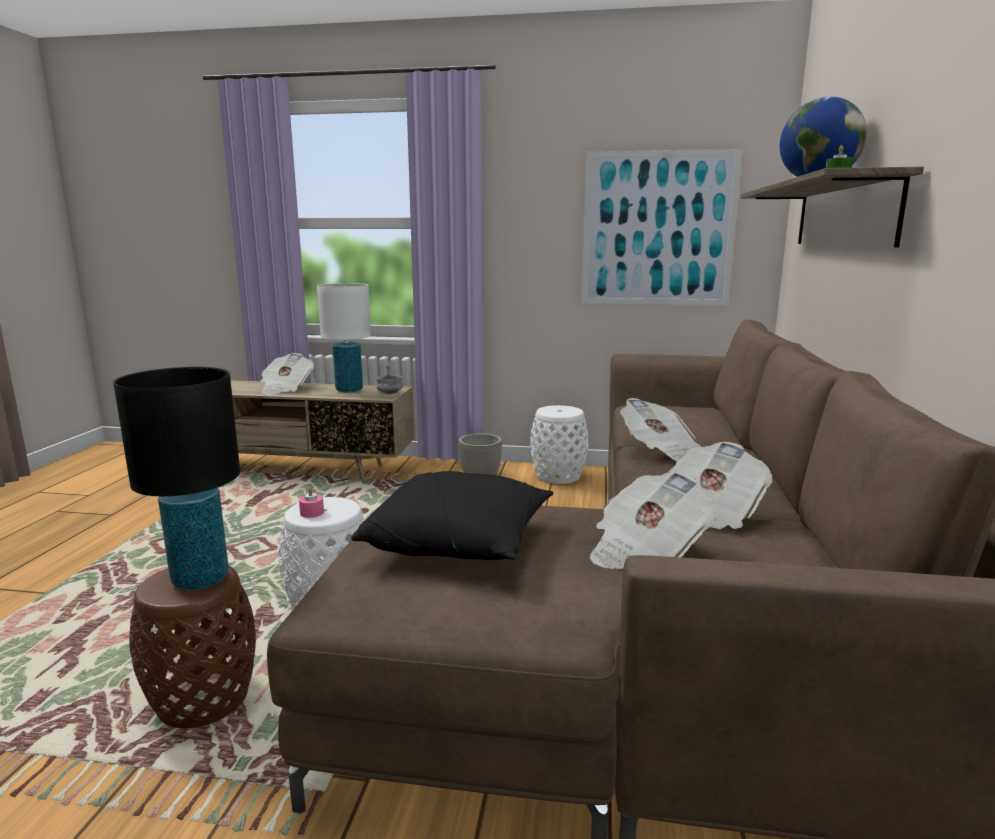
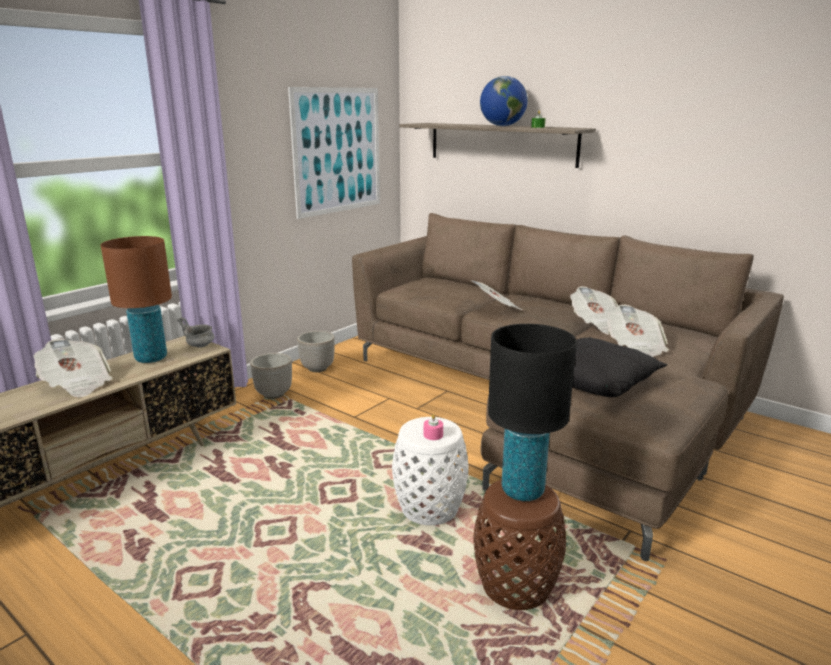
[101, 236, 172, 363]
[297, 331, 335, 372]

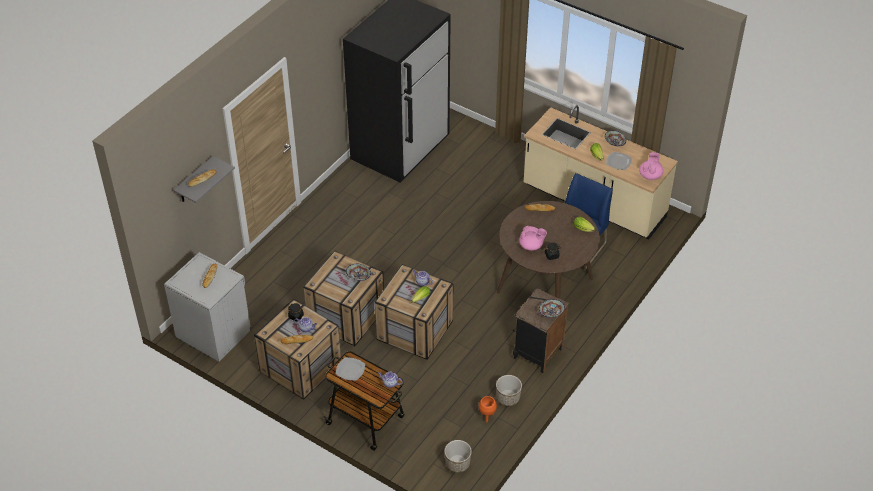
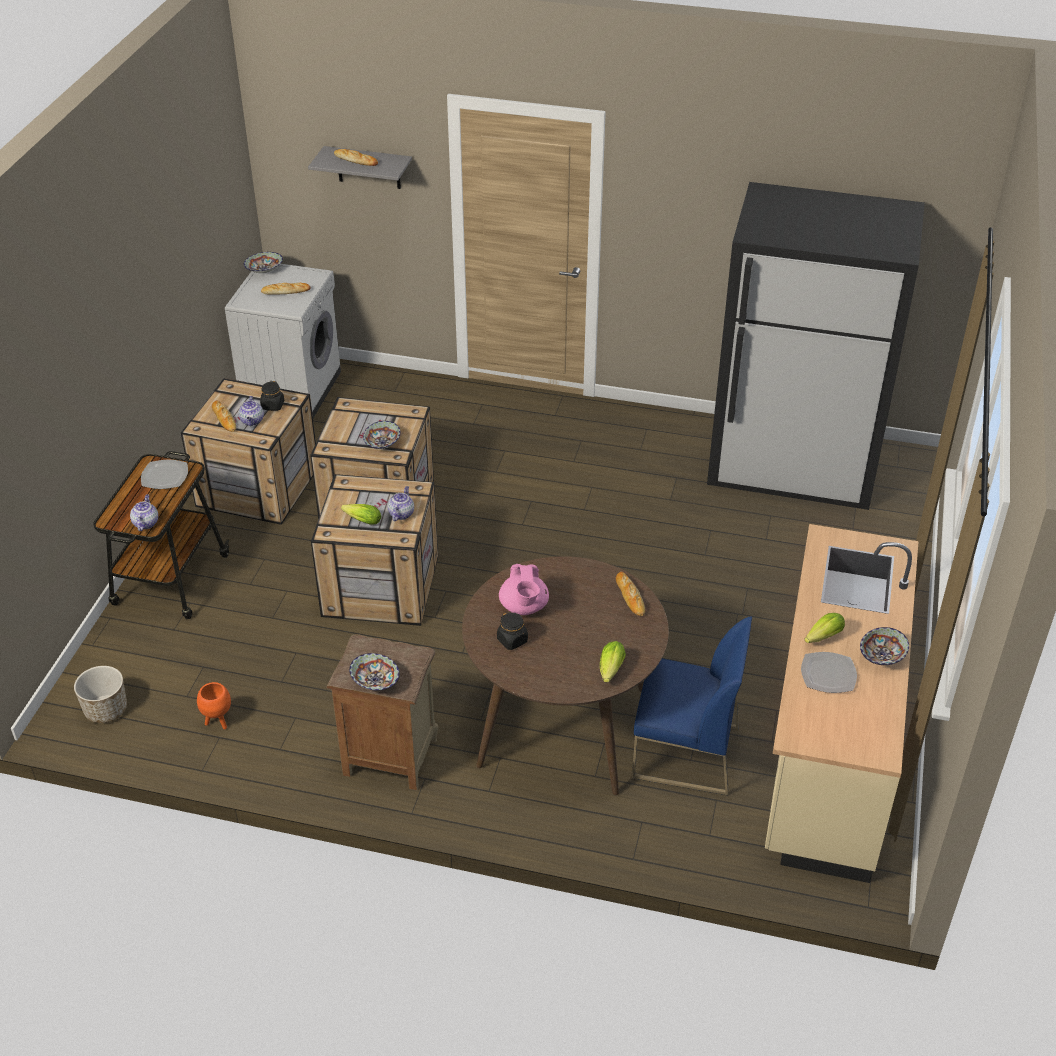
[244, 252, 283, 273]
[326, 634, 438, 790]
[496, 375, 522, 406] (first image)
[639, 152, 663, 180] (first image)

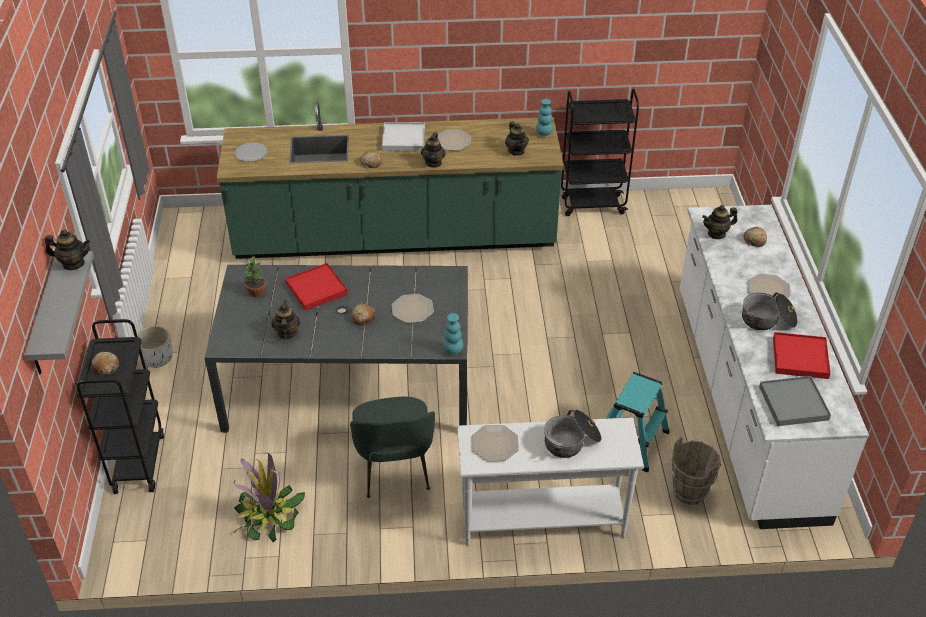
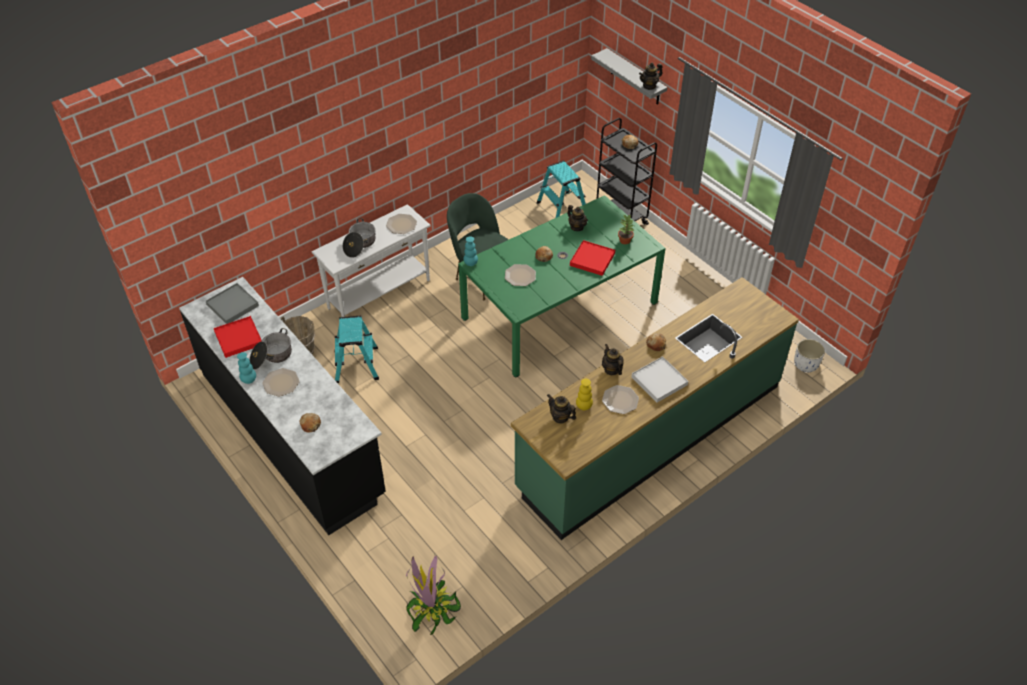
[179, 277, 386, 535]
[237, 352, 256, 384]
[406, 555, 461, 635]
[458, 195, 665, 378]
[537, 160, 586, 218]
[576, 379, 593, 410]
[794, 339, 825, 372]
[235, 142, 268, 162] (first image)
[561, 89, 639, 216] (first image)
[702, 205, 738, 239] (first image)

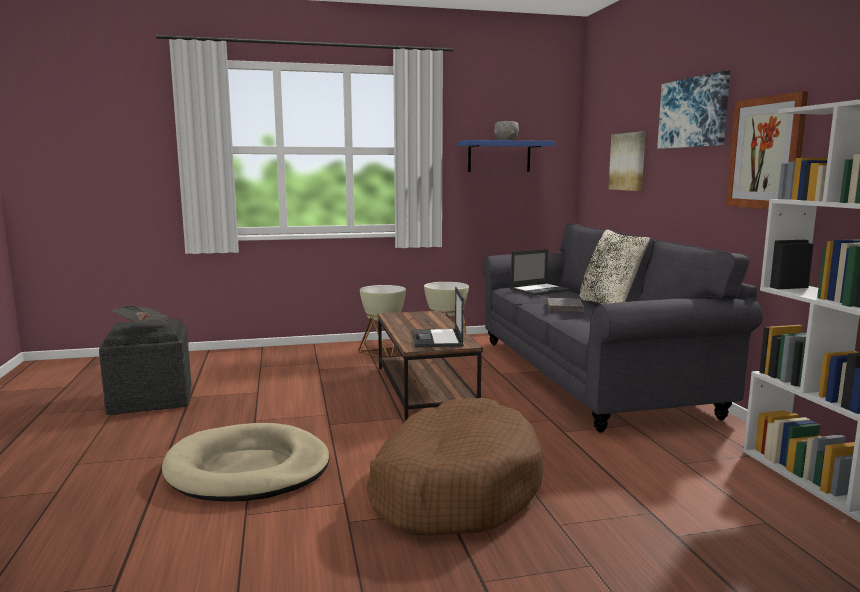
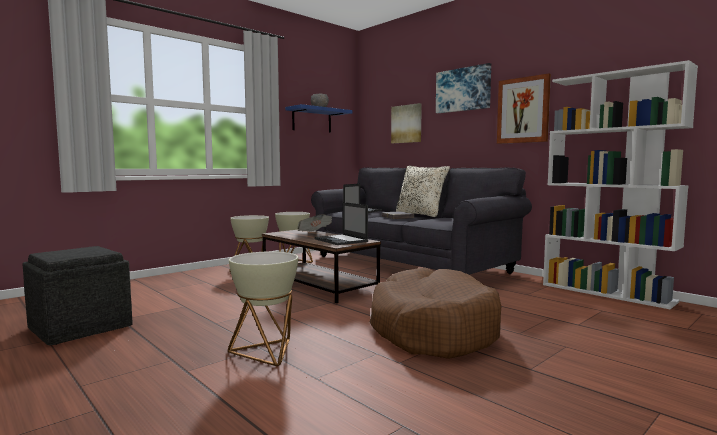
[228, 251, 298, 366]
[297, 214, 332, 232]

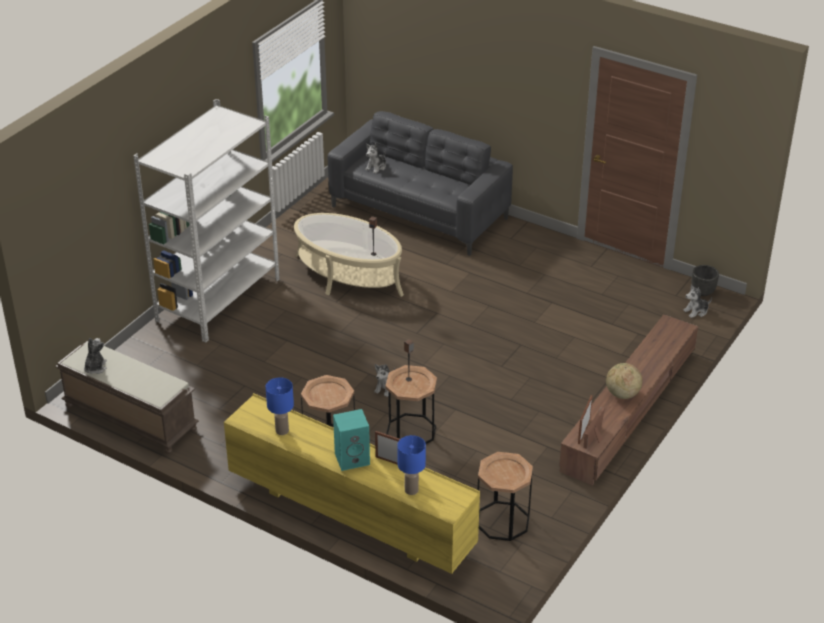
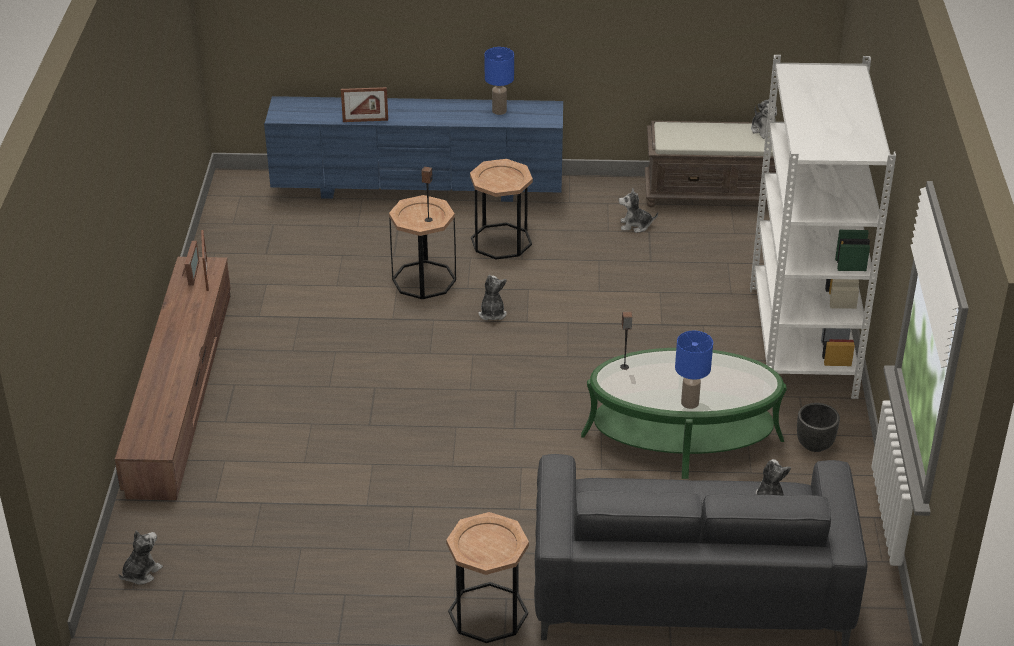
[264, 96, 563, 202]
[446, 512, 529, 643]
[581, 348, 787, 479]
[618, 188, 658, 233]
[675, 331, 713, 409]
[797, 403, 840, 452]
[333, 409, 370, 471] (first image)
[606, 363, 642, 399] (first image)

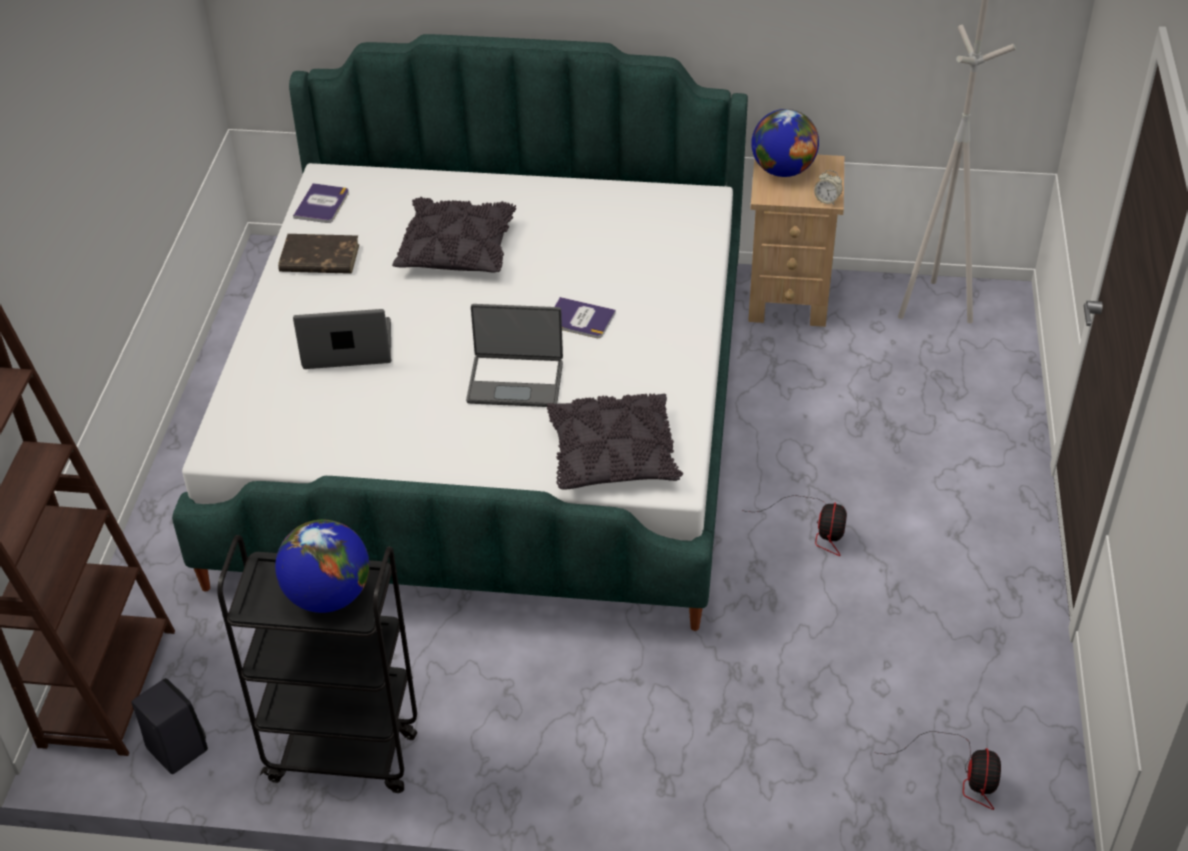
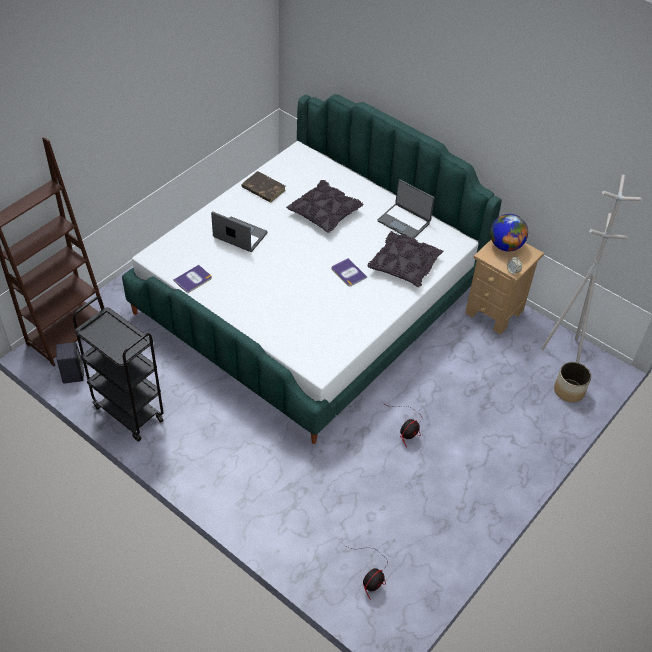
[173, 265, 212, 293]
[367, 231, 443, 287]
[377, 179, 435, 238]
[554, 362, 591, 402]
[275, 520, 369, 613] (first image)

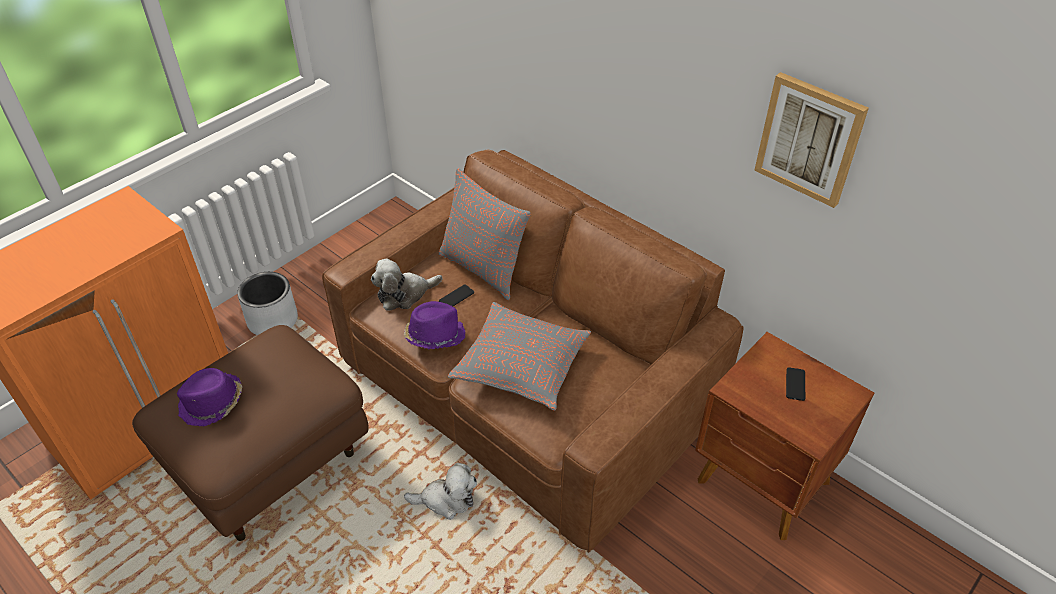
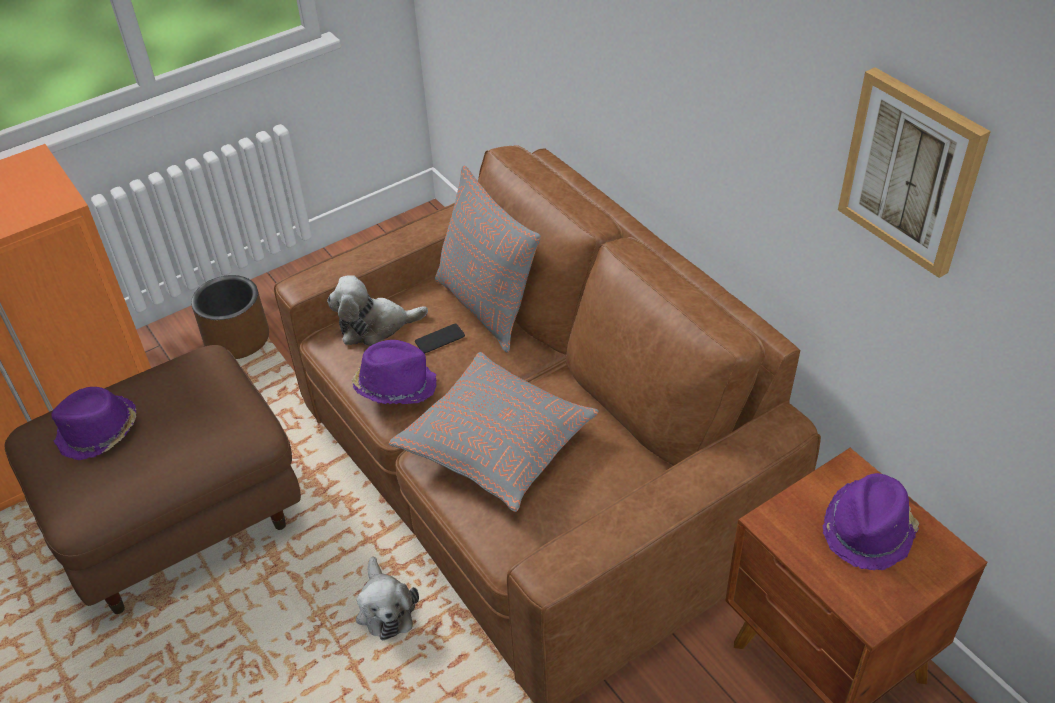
[191, 275, 269, 359]
[356, 557, 419, 640]
[823, 473, 919, 570]

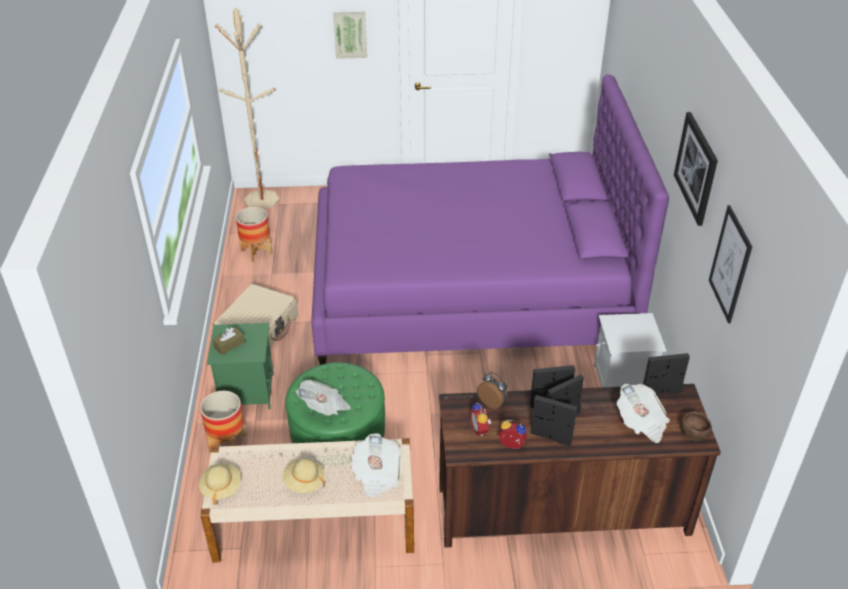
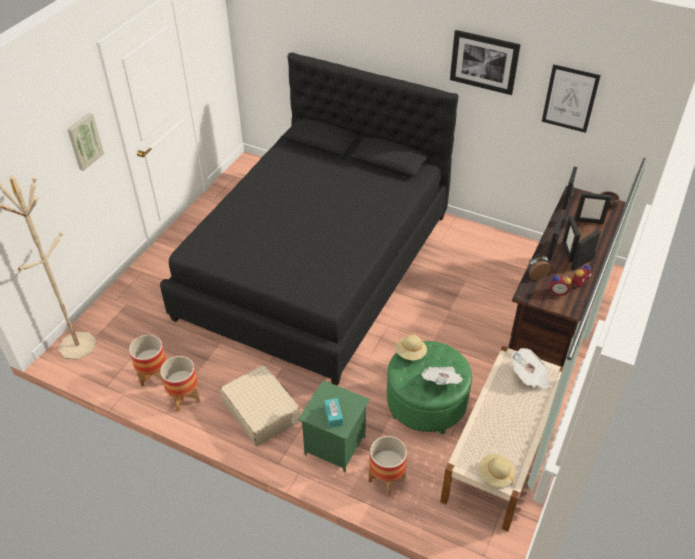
[160, 52, 458, 386]
[160, 356, 201, 412]
[324, 398, 343, 428]
[395, 335, 427, 360]
[575, 192, 611, 224]
[594, 313, 666, 387] (first image)

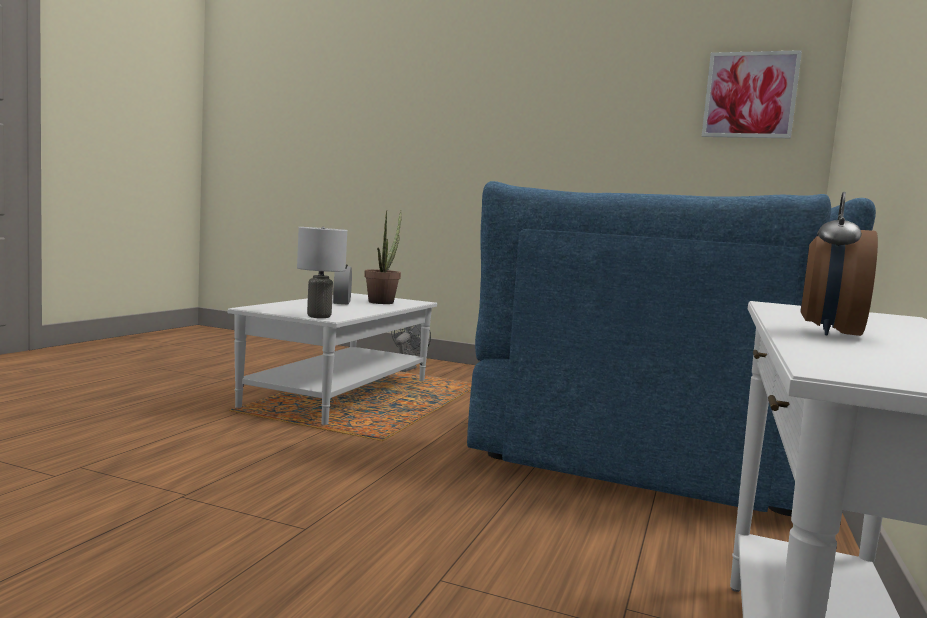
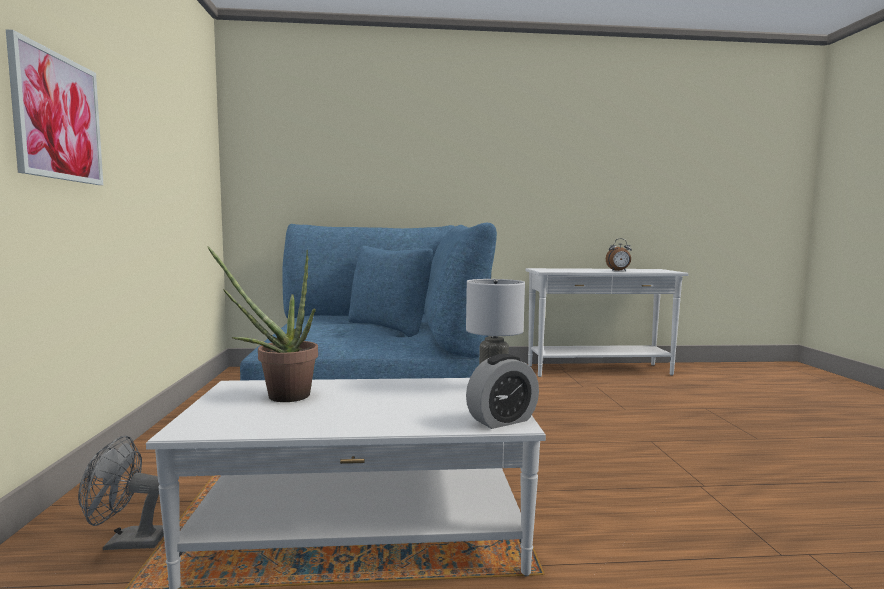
[6, 29, 103, 185]
[466, 354, 539, 429]

